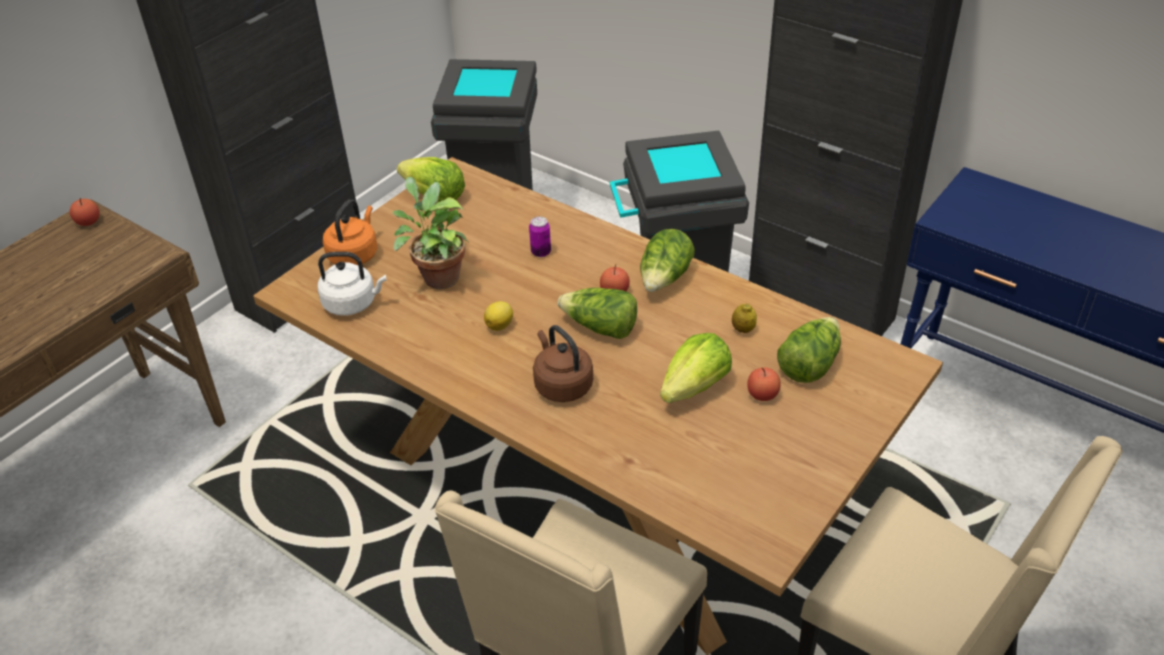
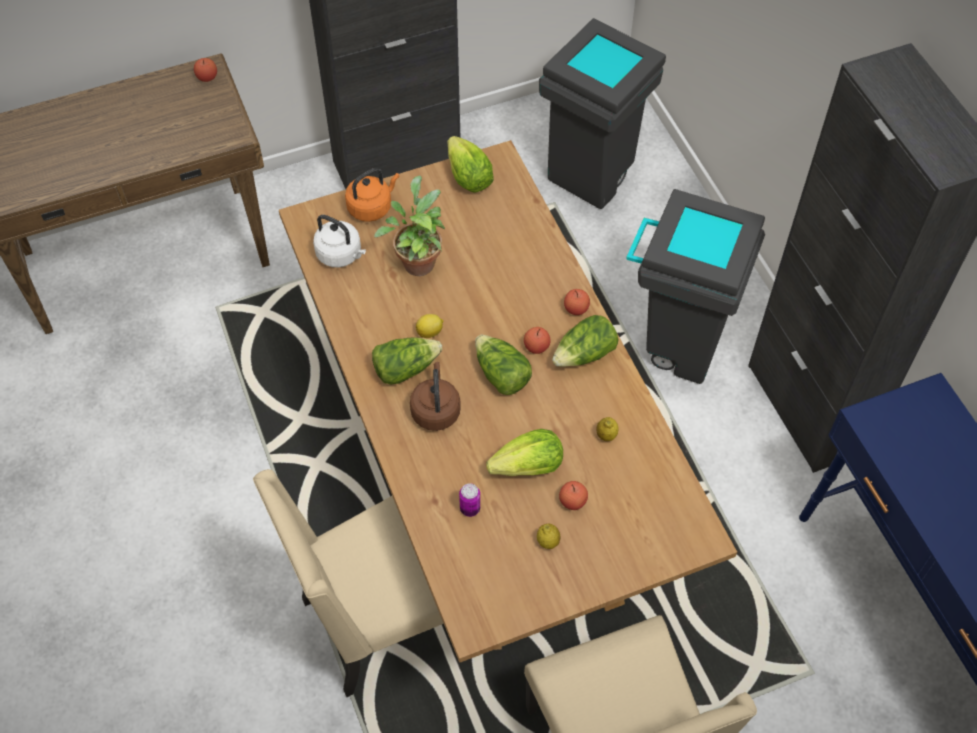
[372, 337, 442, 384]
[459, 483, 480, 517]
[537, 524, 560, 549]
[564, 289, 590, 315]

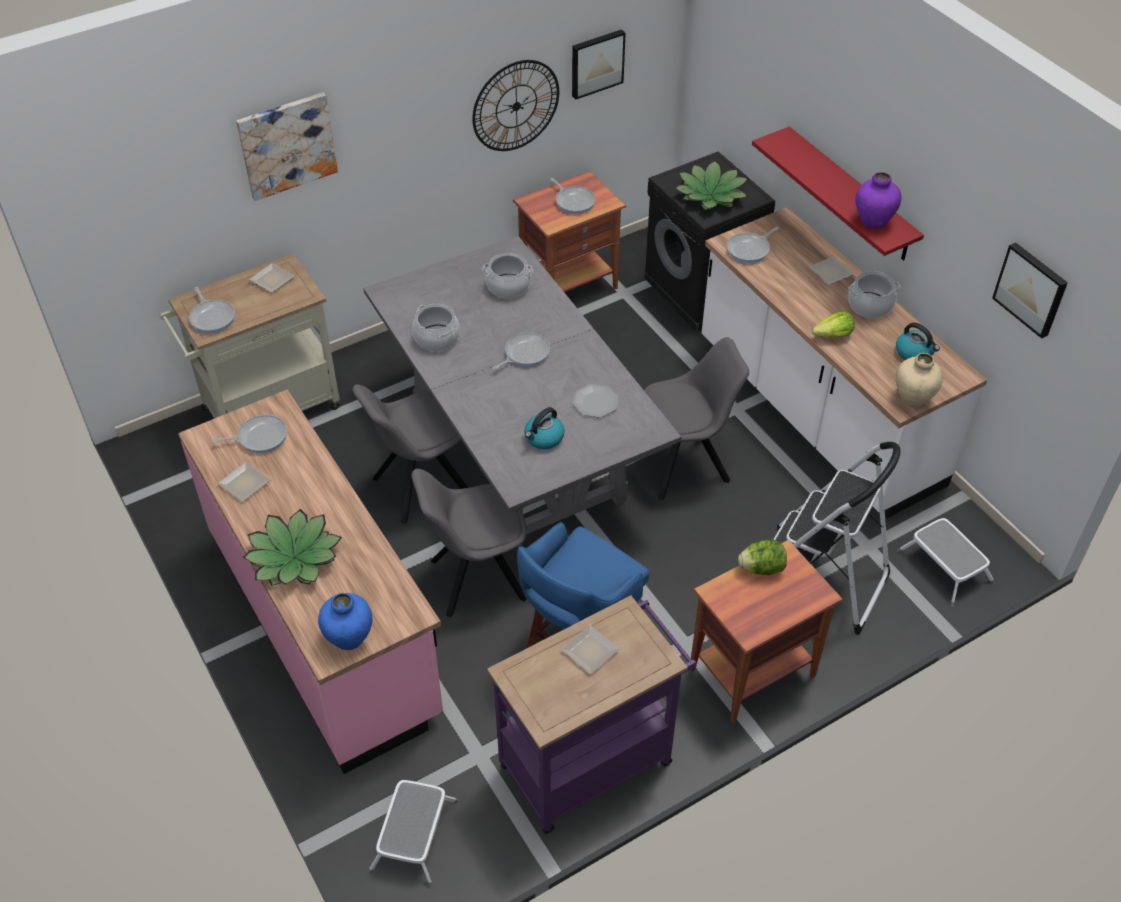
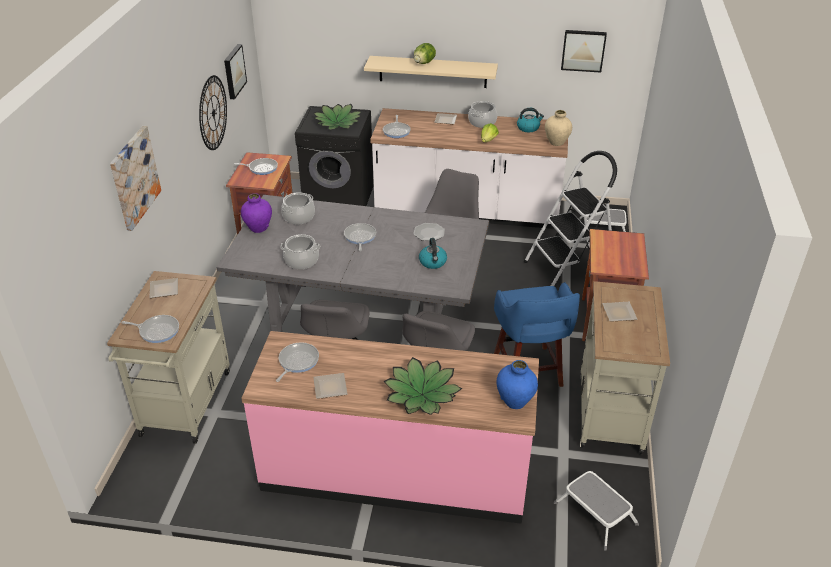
[241, 193, 272, 233]
[364, 56, 498, 88]
[414, 43, 436, 64]
[580, 281, 670, 454]

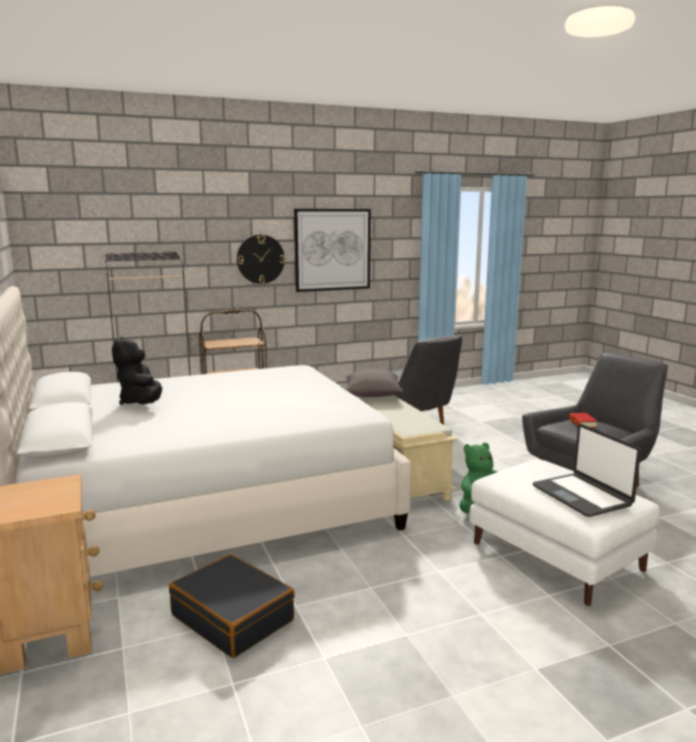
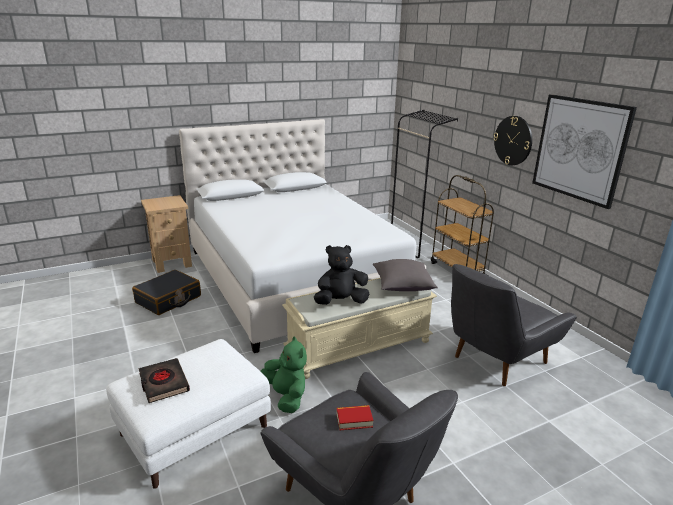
[139, 358, 190, 403]
[314, 245, 369, 305]

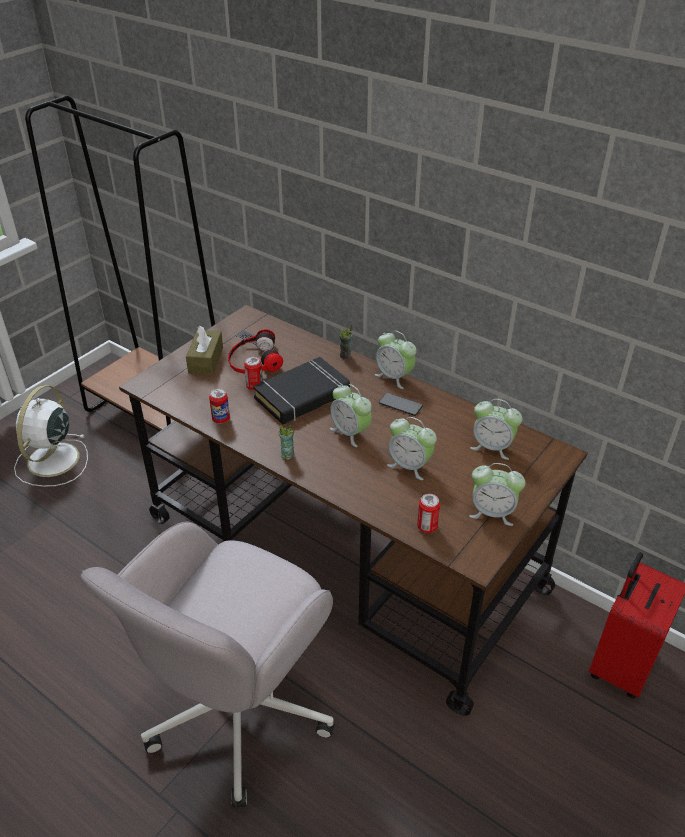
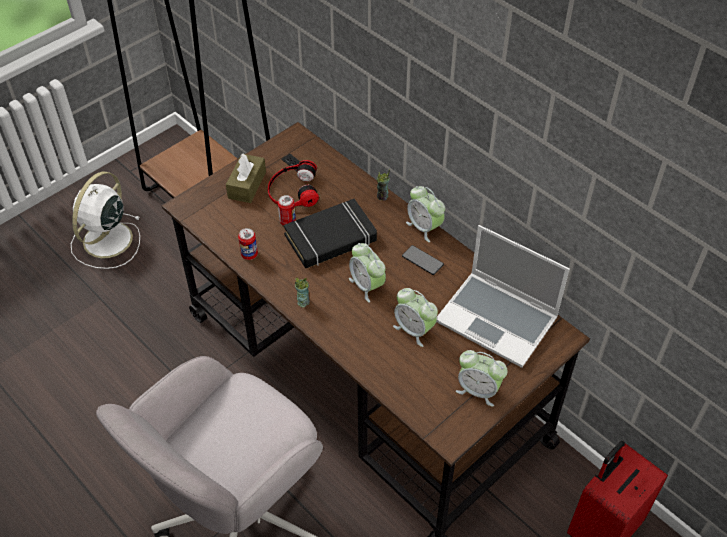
[436, 225, 570, 368]
[417, 494, 440, 533] (first image)

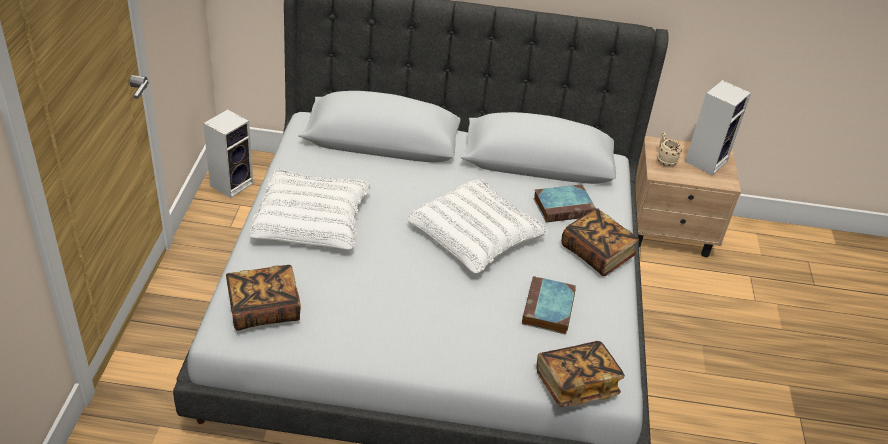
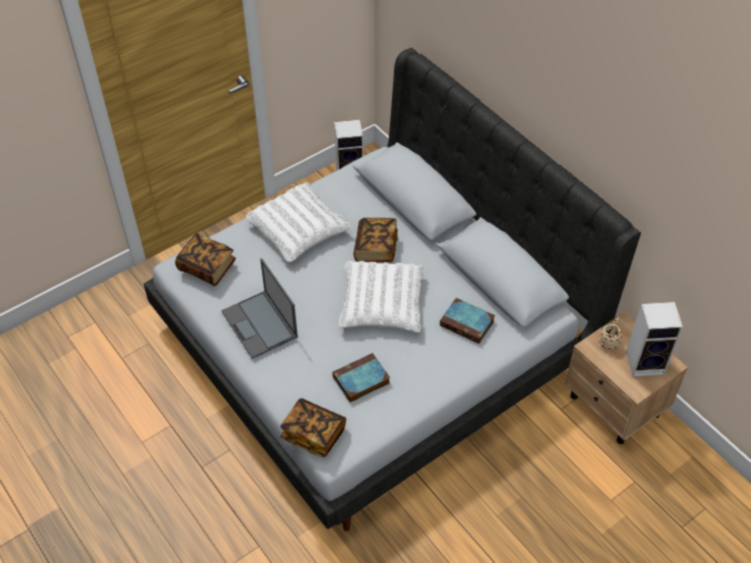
[221, 258, 298, 359]
[354, 218, 398, 262]

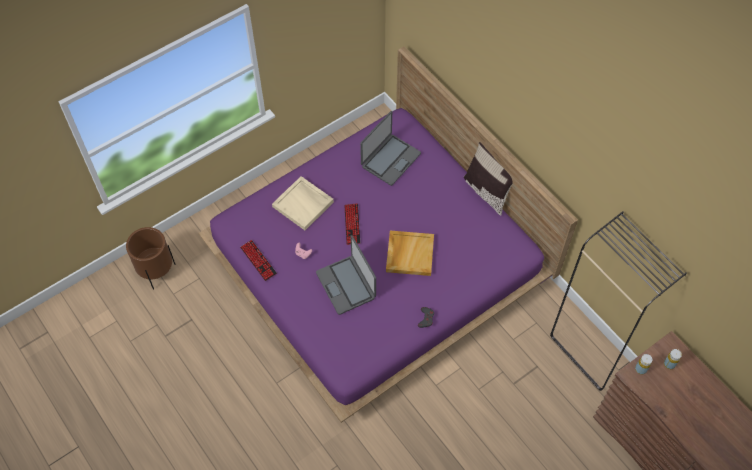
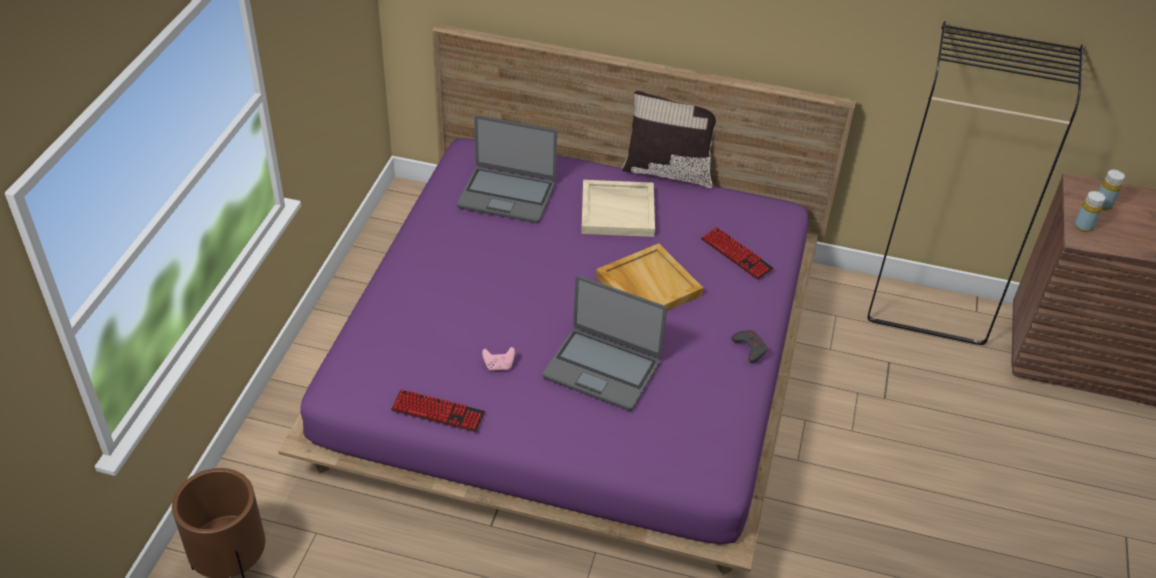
[457, 115, 557, 223]
[581, 180, 655, 237]
[701, 227, 774, 280]

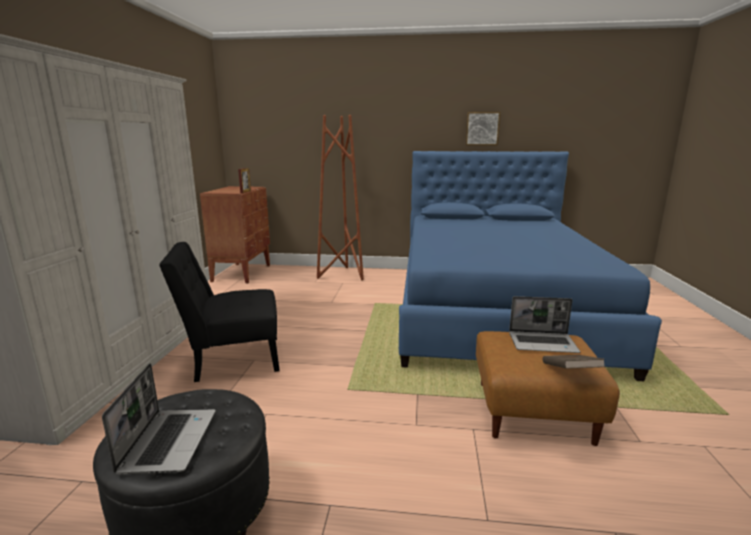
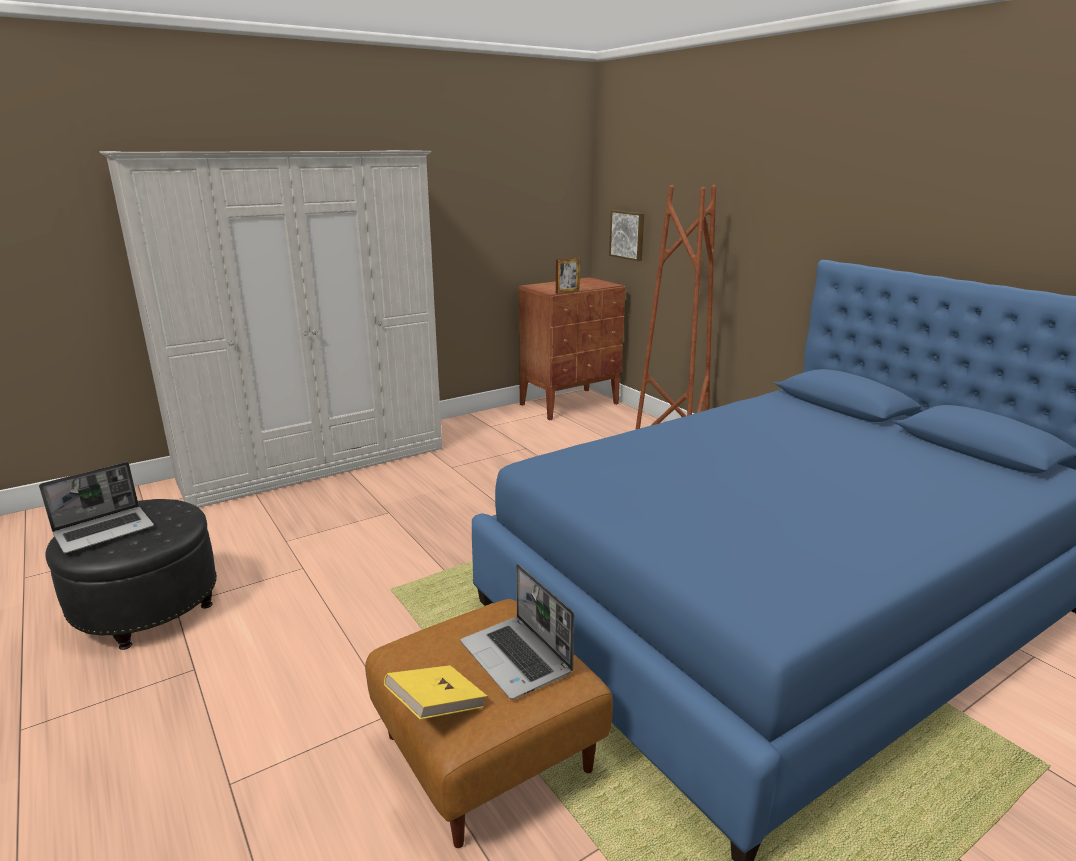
[384, 665, 487, 720]
[609, 210, 644, 261]
[159, 242, 280, 382] (first image)

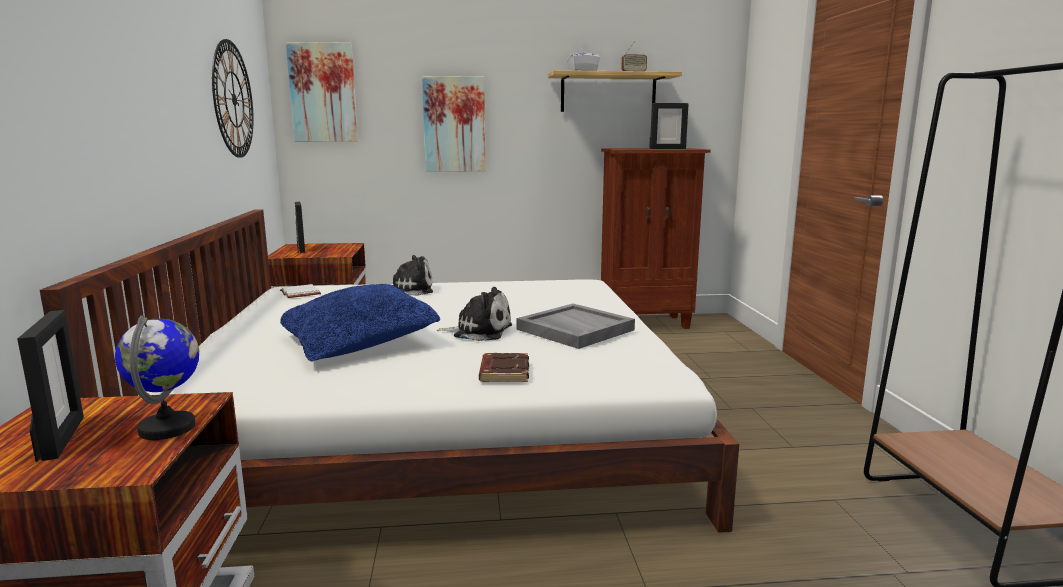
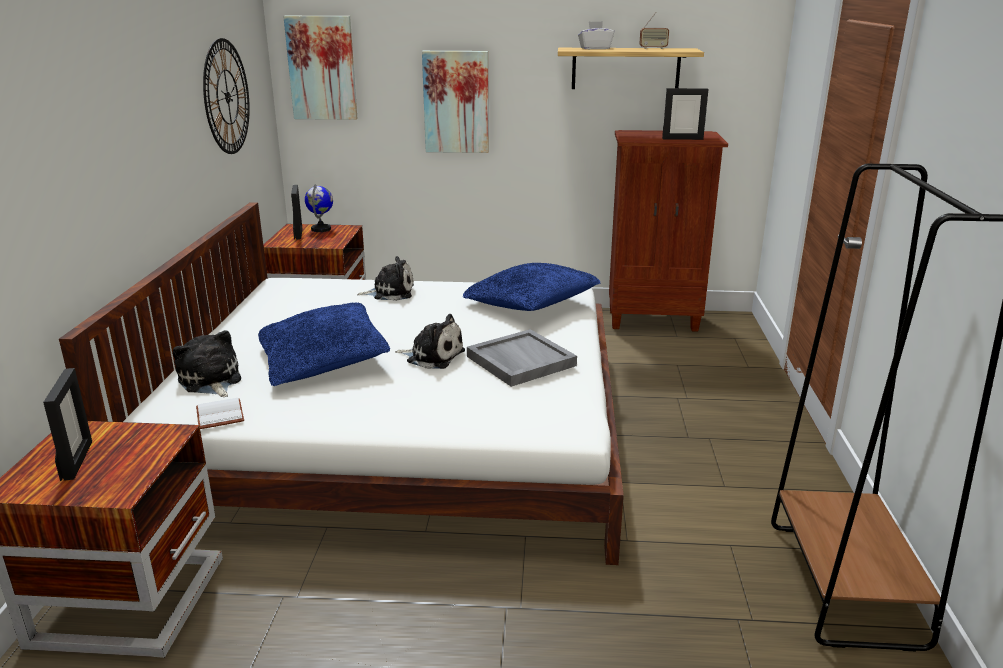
[173, 330, 241, 397]
[196, 398, 244, 429]
[305, 184, 333, 232]
[463, 263, 600, 311]
[479, 353, 529, 382] (first image)

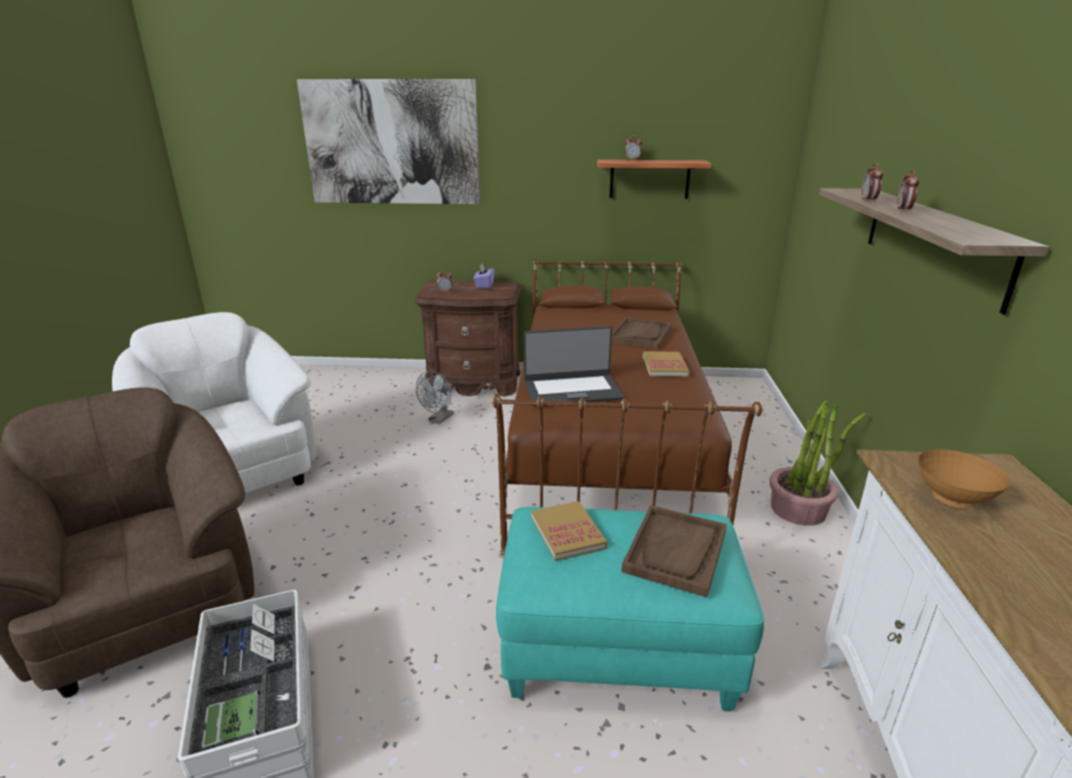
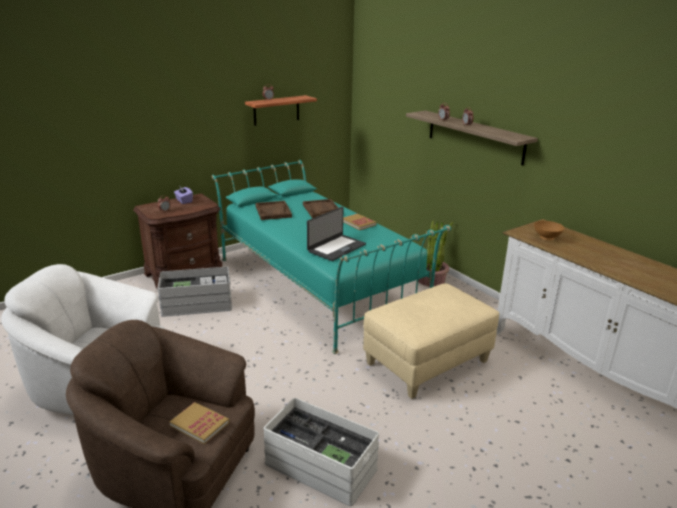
[158, 267, 232, 317]
[170, 402, 229, 444]
[212, 160, 451, 354]
[255, 201, 292, 220]
[363, 283, 499, 399]
[297, 79, 480, 204] (first image)

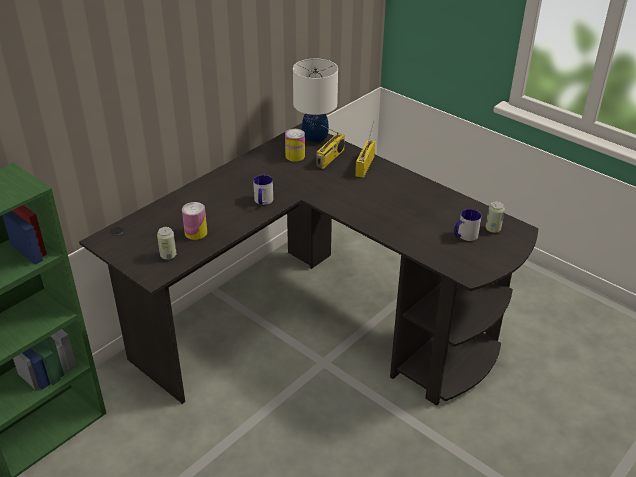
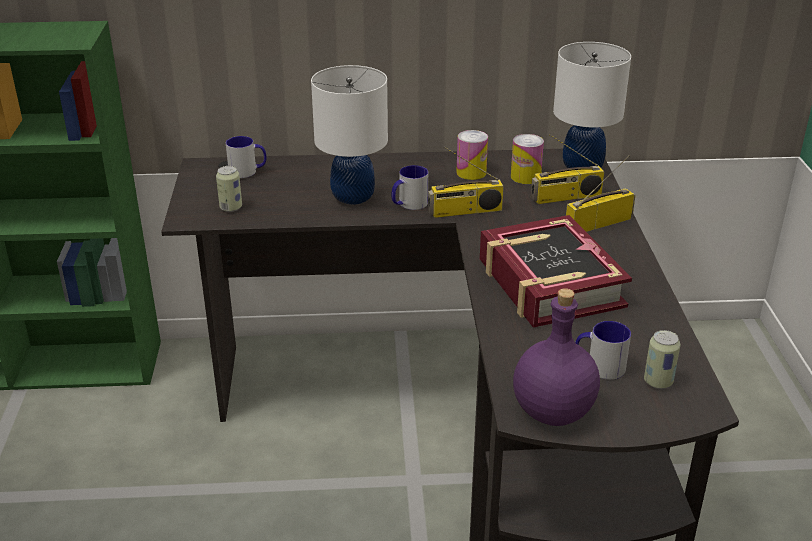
[226, 136, 267, 178]
[311, 65, 388, 205]
[428, 147, 504, 218]
[456, 130, 488, 180]
[480, 215, 632, 328]
[513, 288, 600, 426]

